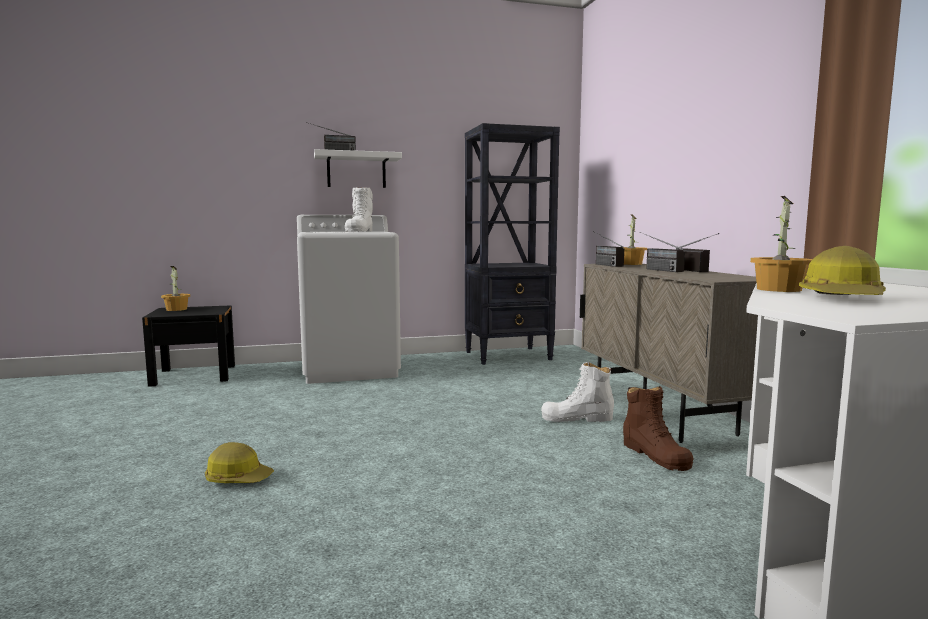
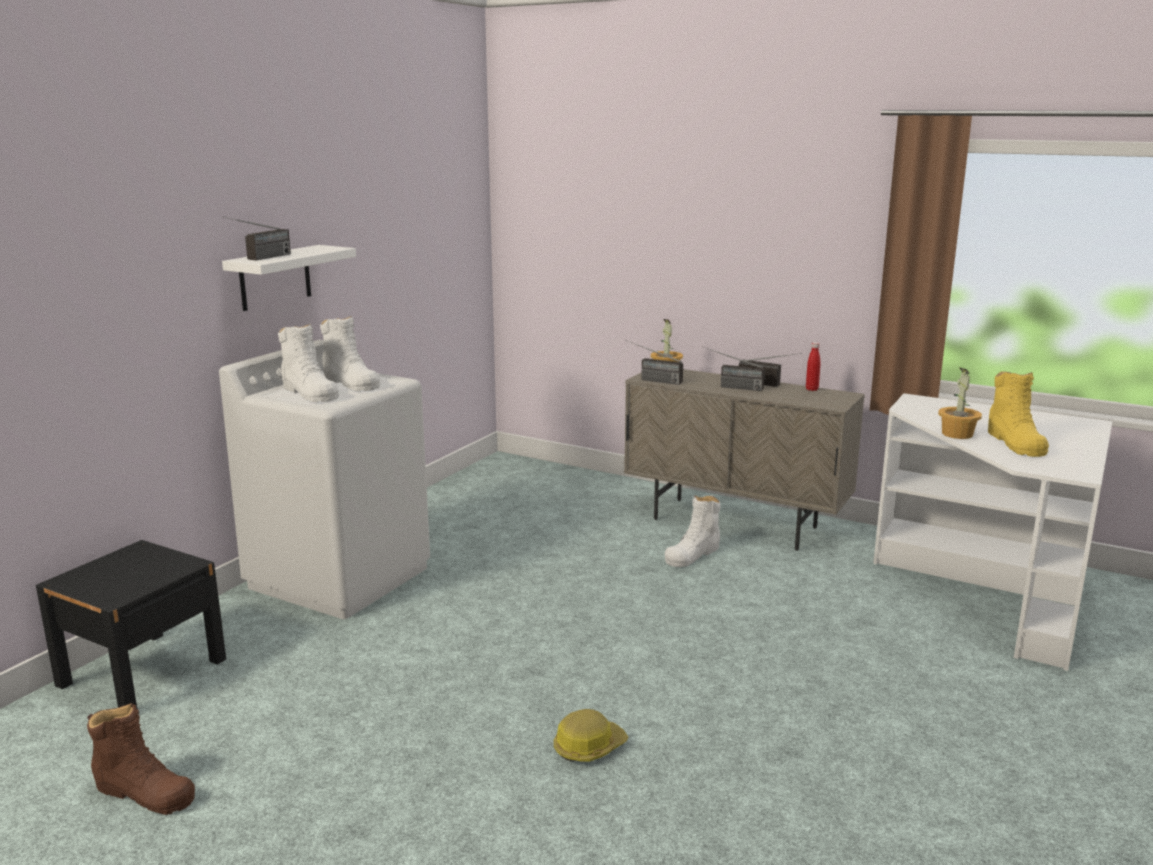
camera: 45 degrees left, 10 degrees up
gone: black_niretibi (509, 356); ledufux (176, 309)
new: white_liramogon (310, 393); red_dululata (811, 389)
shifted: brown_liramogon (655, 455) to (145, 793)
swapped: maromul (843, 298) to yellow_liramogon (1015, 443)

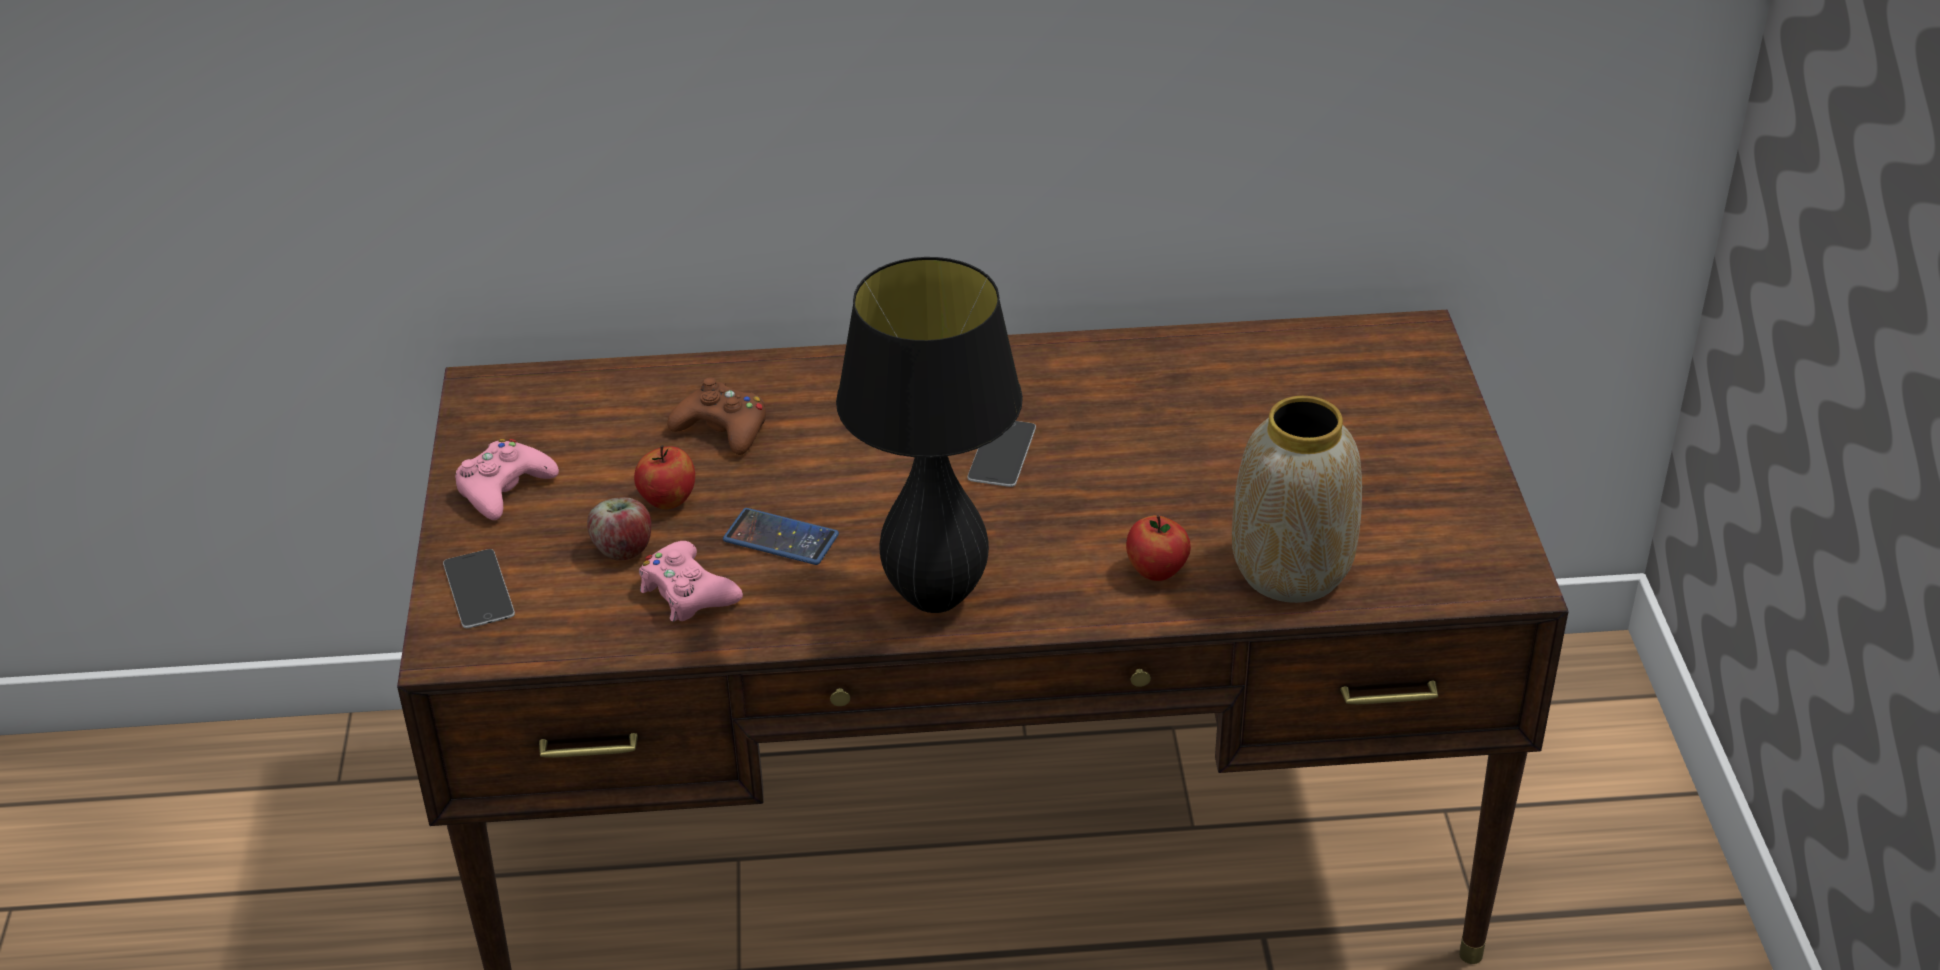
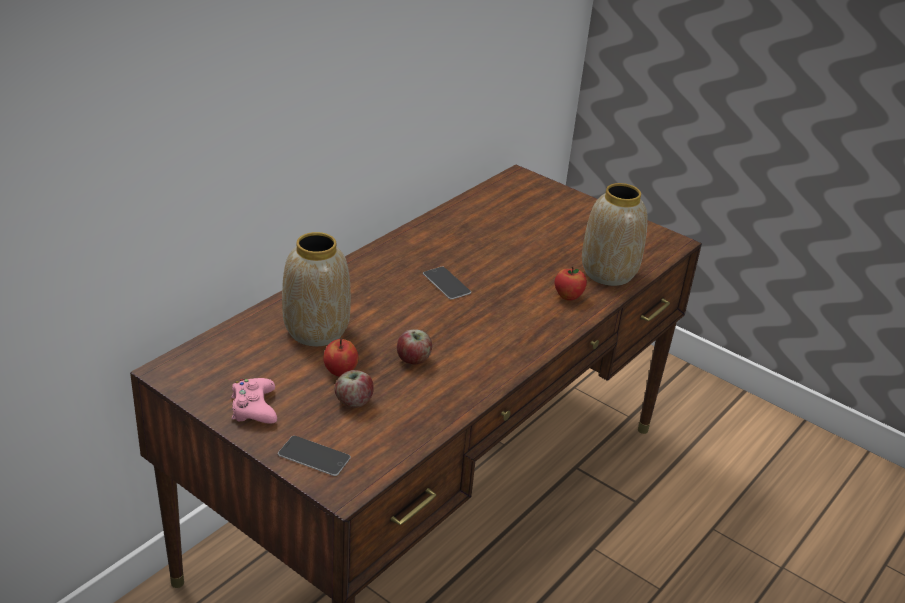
camera: 50 degrees left, 5 degrees down
gone: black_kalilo (935, 597); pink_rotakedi (687, 593)
swapped: brown_rotakedi (723, 429) to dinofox (317, 330); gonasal (781, 538) to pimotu (413, 360)

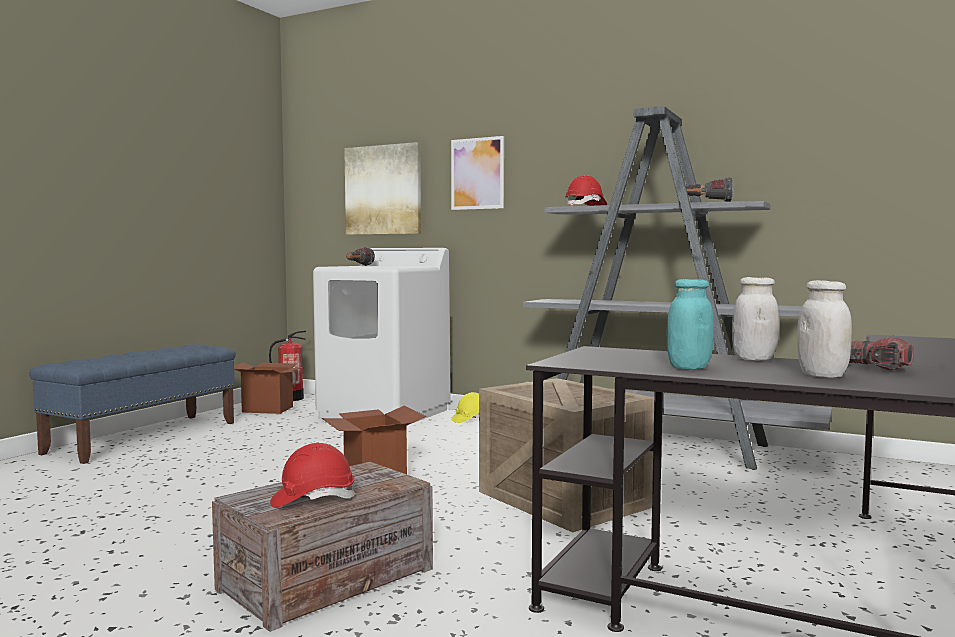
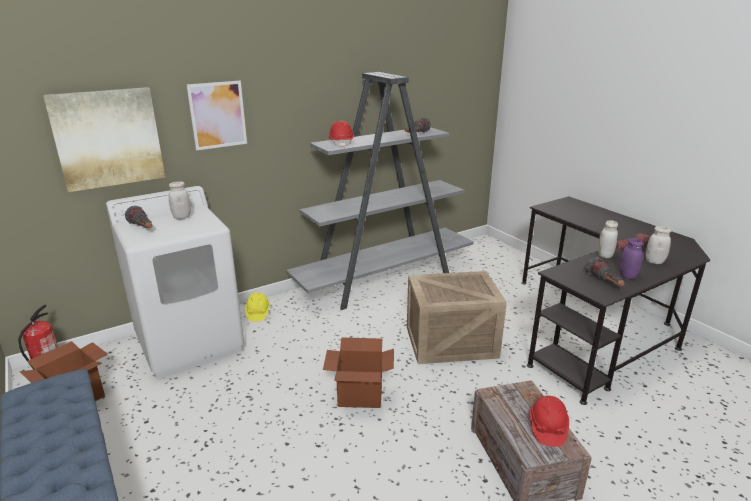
camera: 60 degrees left, 20 degrees up
new: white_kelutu (182, 217); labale (605, 283)
repainted: turquoise_kelutu (689, 367) to purple_kelutu (627, 276)

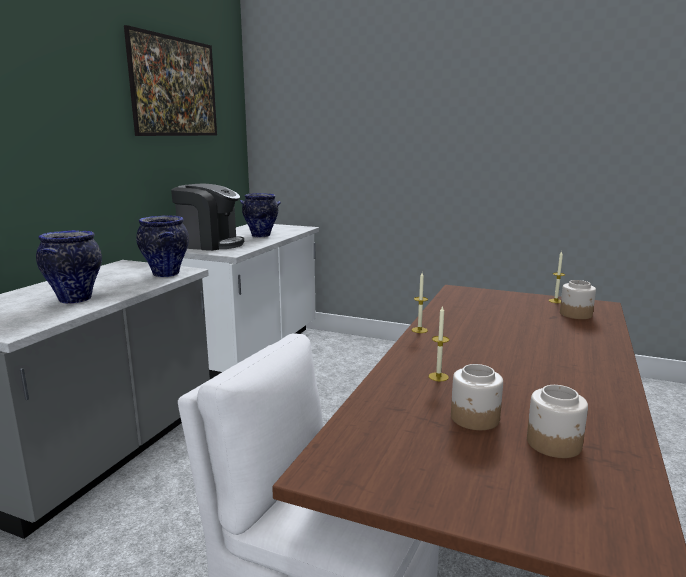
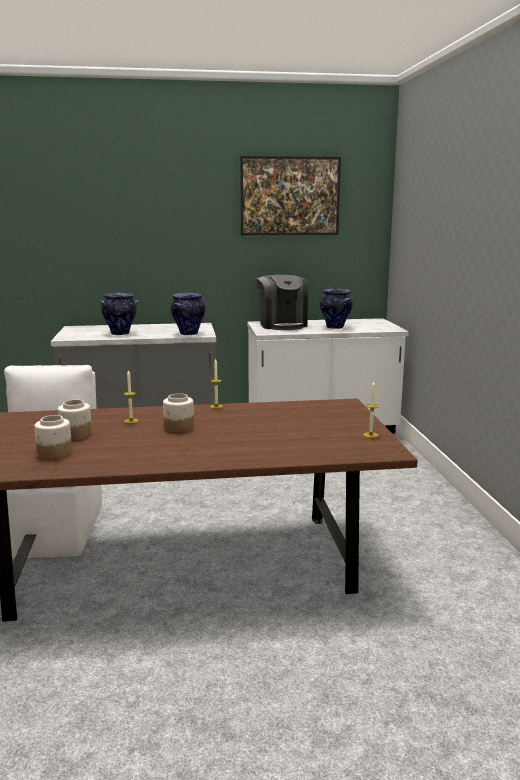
camera: 60 degrees right, 0 degrees up
shifted: kelutu (576, 314) to (179, 427)

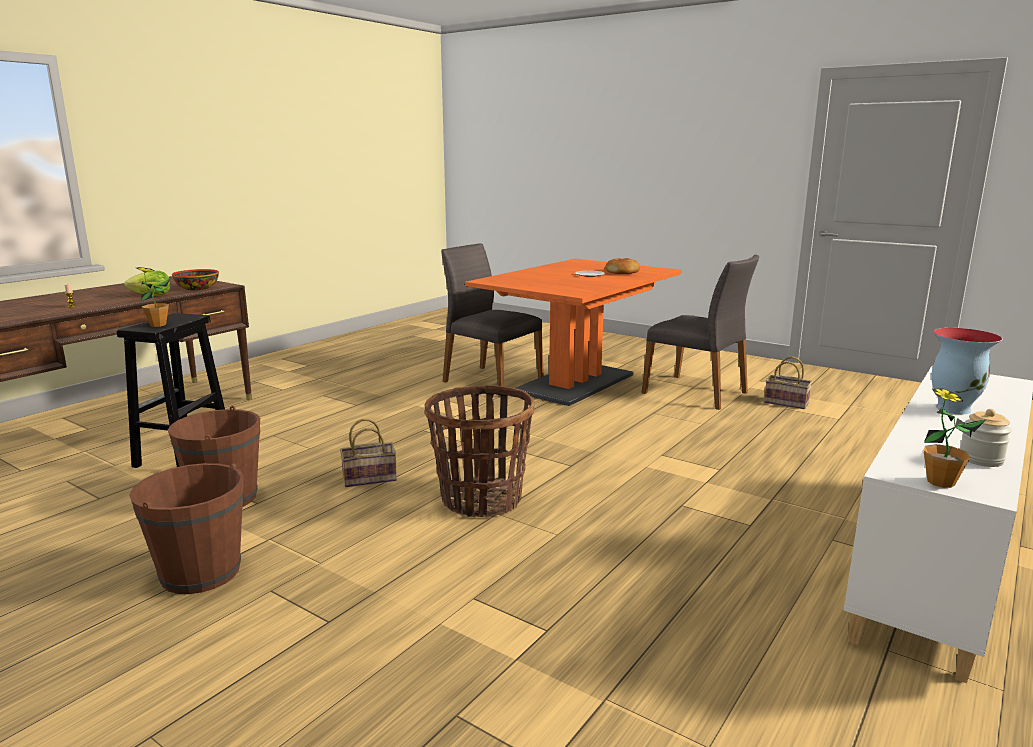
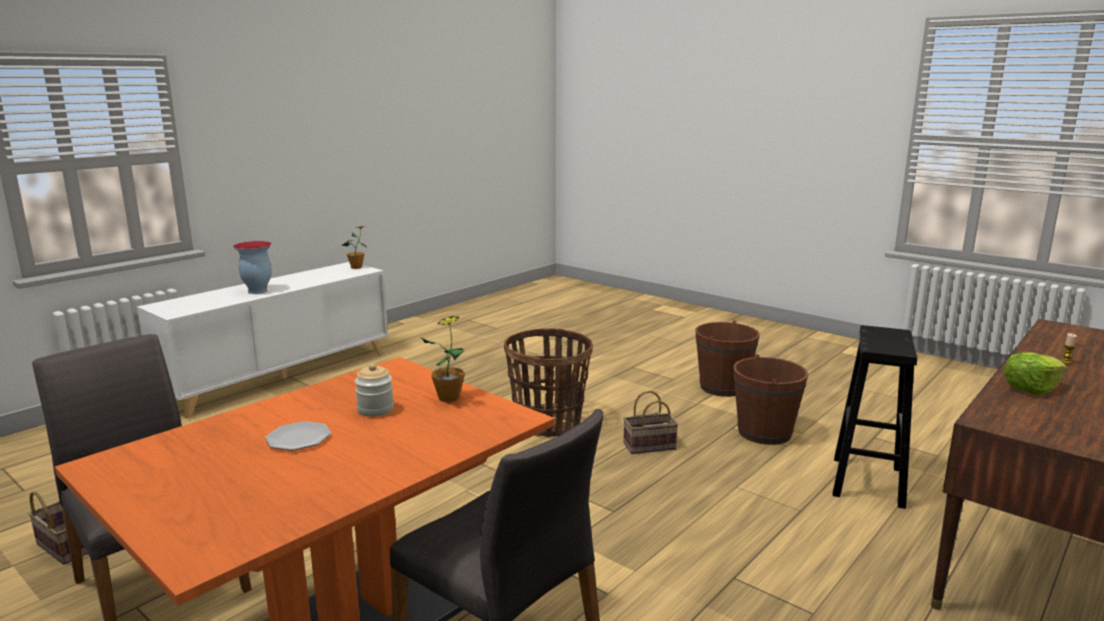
camera: 175 degrees left, 0 degrees up
gone: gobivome (623, 272); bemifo (197, 288)
shifted: ledufux (157, 325) to (449, 398); kelutu (981, 459) to (375, 409)

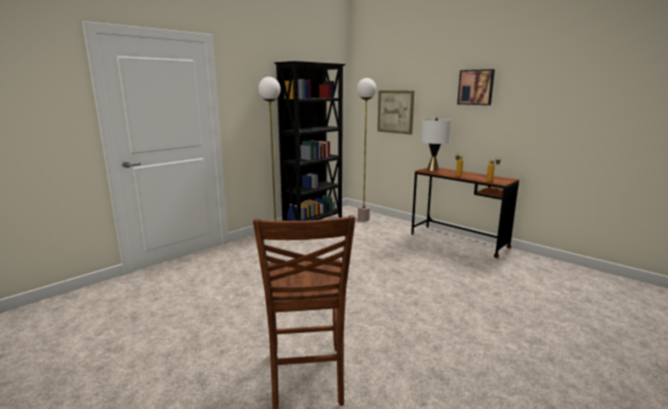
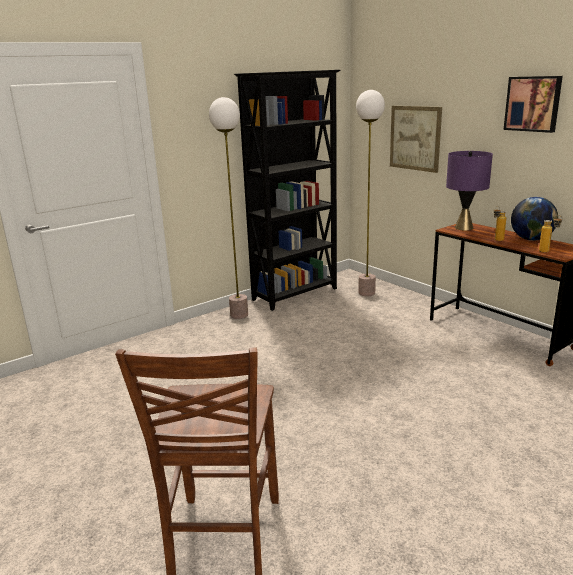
camera: 10 degrees right, 5 degrees up
new: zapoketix (531, 239)
repainted: white_kalilo (433, 169) to purple_kalilo (464, 228)

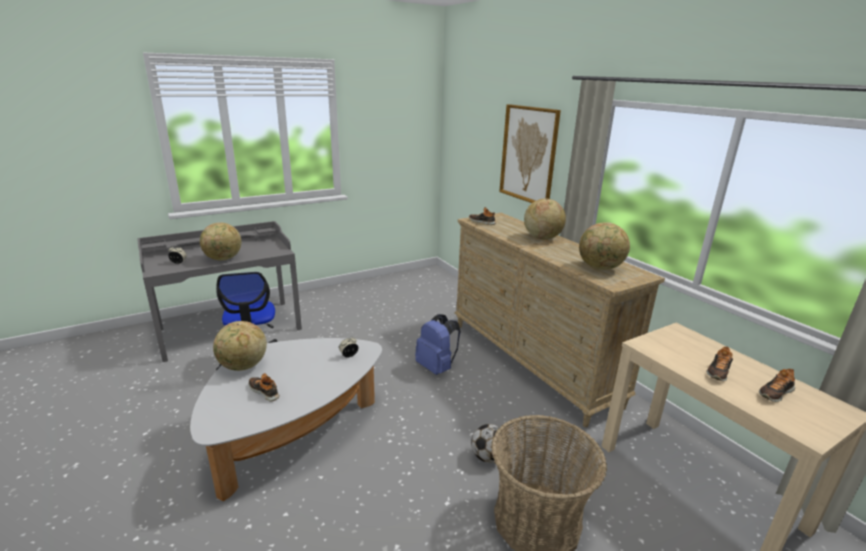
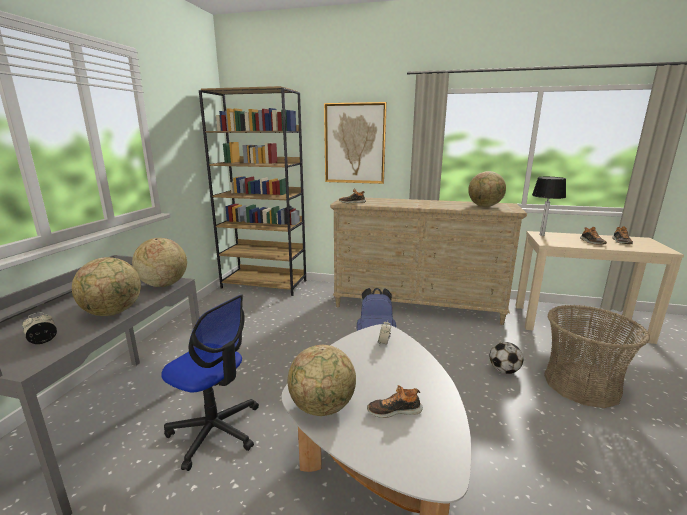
camera: 45 degrees left, 5 degrees down
new: brown_niretibi (265, 284); kalilo (542, 235)
shifted: zapoketix (542, 238) to (163, 285)

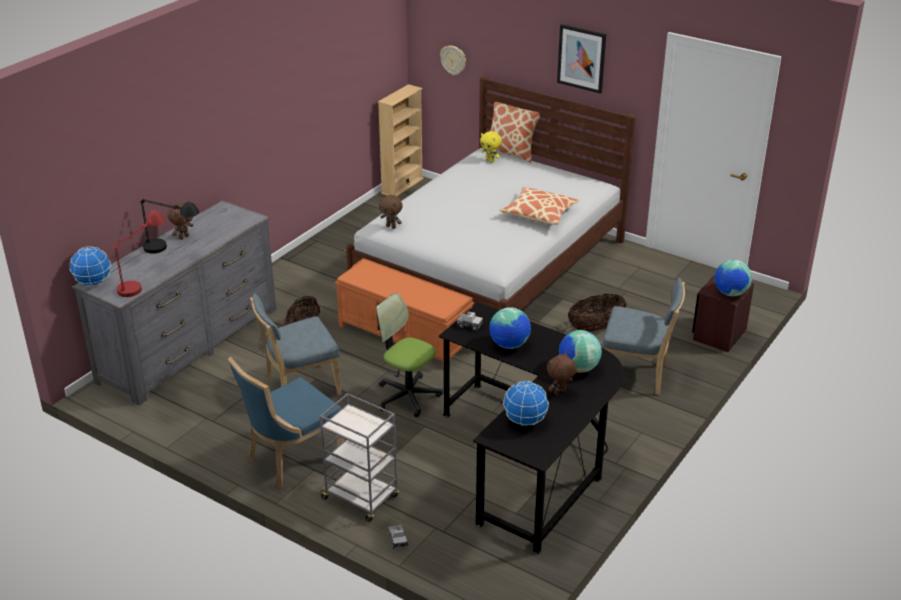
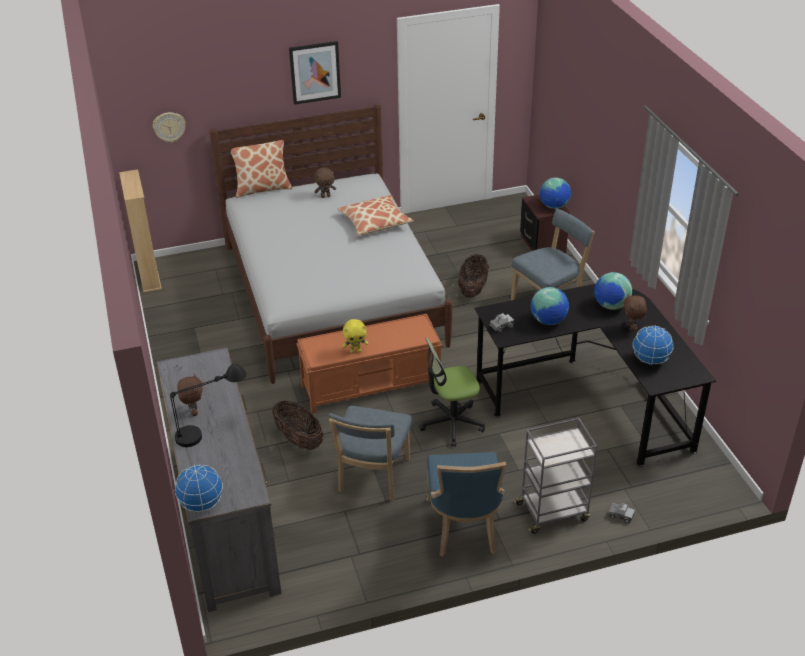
camera: 50 degrees left, 5 degrees up
gone: red_kalilo (143, 280)
shifted: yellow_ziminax (490, 160) to (356, 351); brown_ziminax (391, 226) to (325, 196)

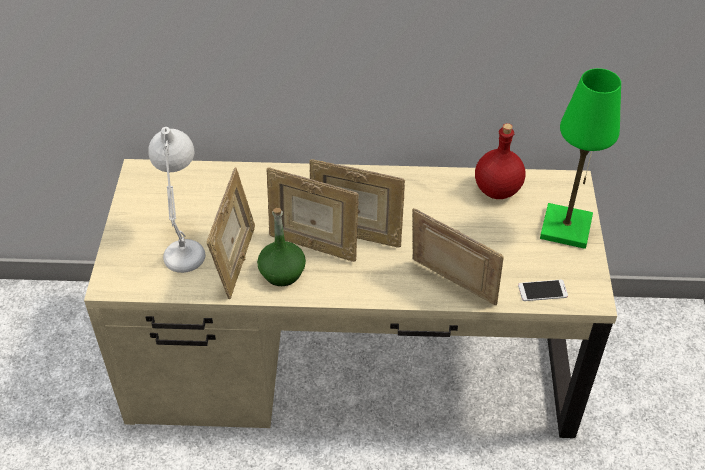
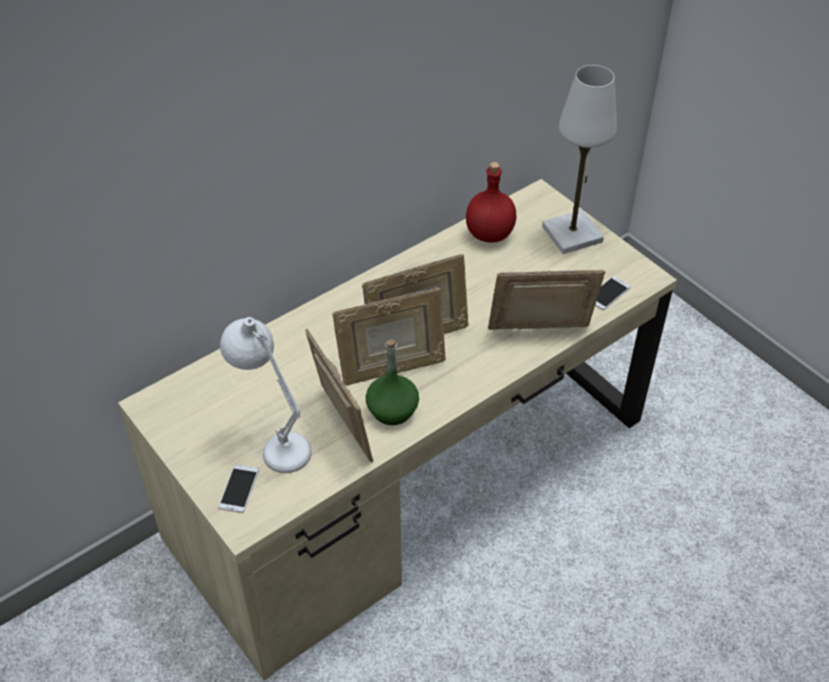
camera: 40 degrees left, 0 degrees up
new: gonasal (239, 488)
repainted: green_kalilo (566, 228) to white_kalilo (572, 234)

